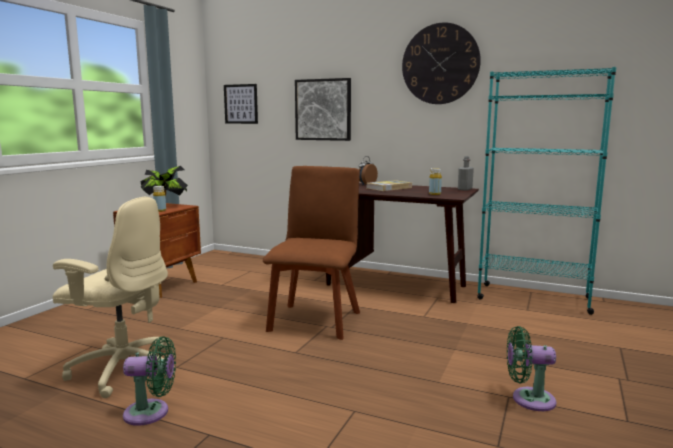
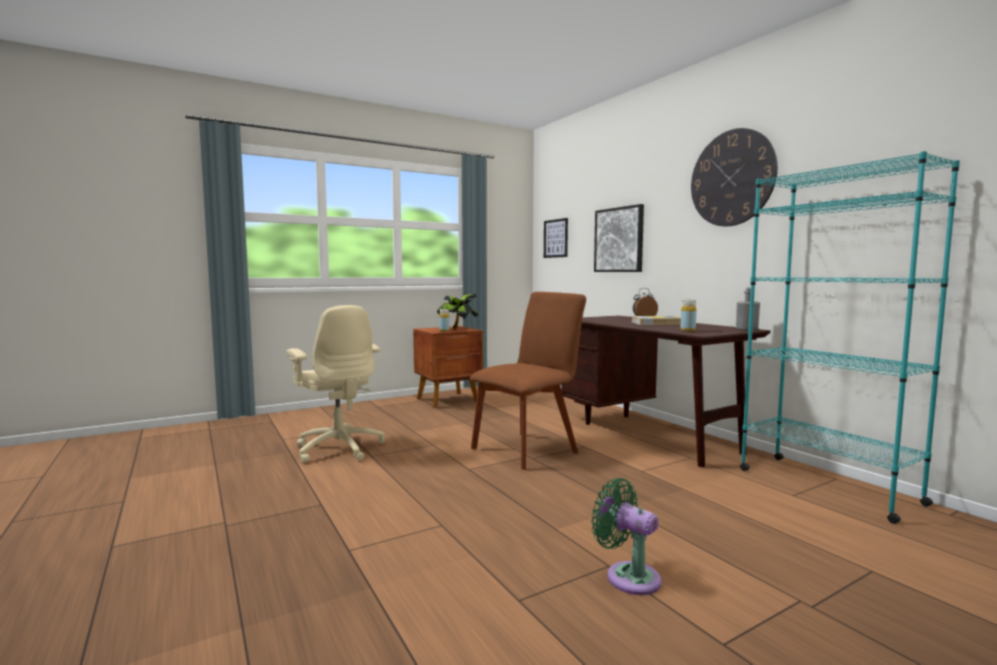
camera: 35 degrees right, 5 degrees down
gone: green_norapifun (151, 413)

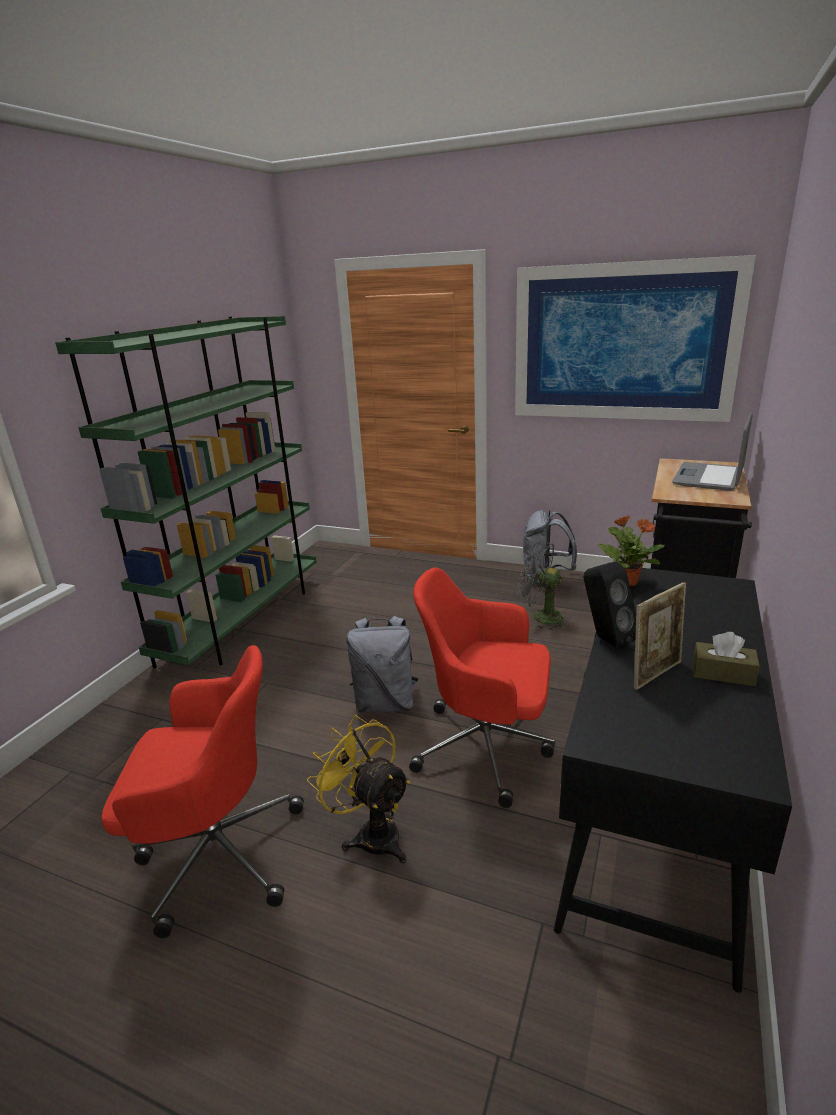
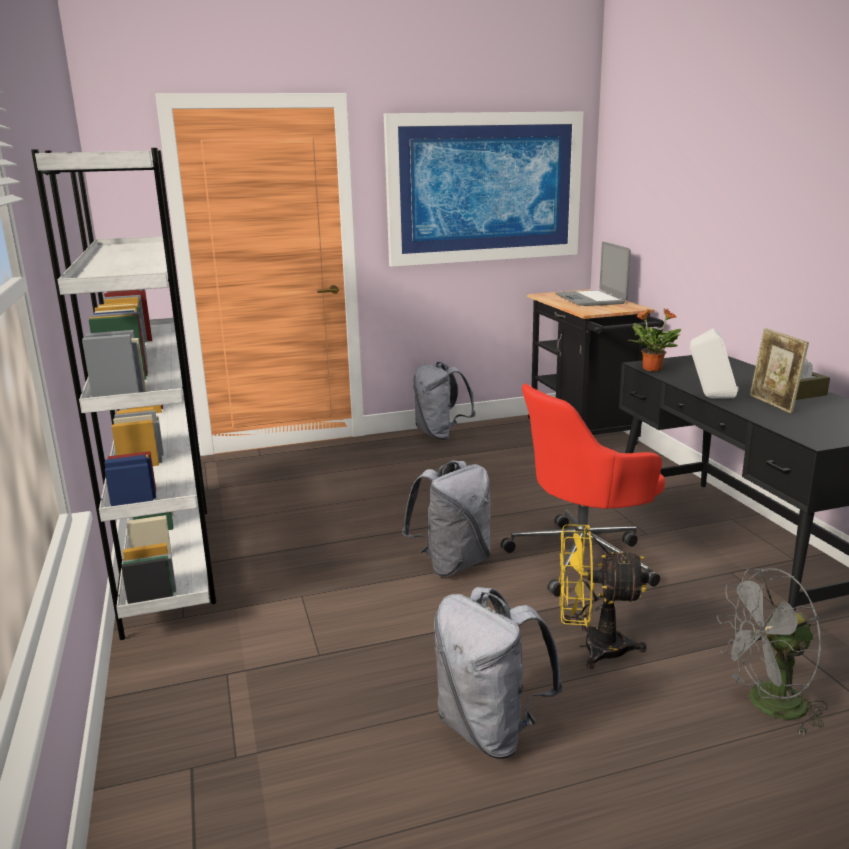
camera: 40 degrees left, 5 degrees down
shifted: grey_norapifun (541, 617) to (767, 706)
swapped: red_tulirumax (216, 853) to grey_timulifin (490, 730)
repainted: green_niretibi (243, 621) to white_niretibi (169, 559); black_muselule (605, 639) to white_muselule (710, 398)
rotated: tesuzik (655, 673) = (773, 404) 150 degrees clockwise

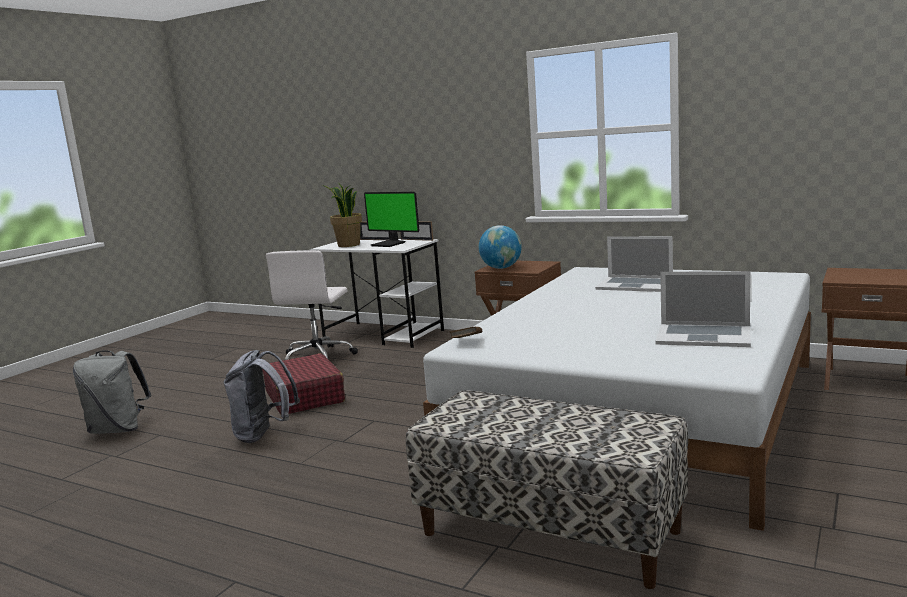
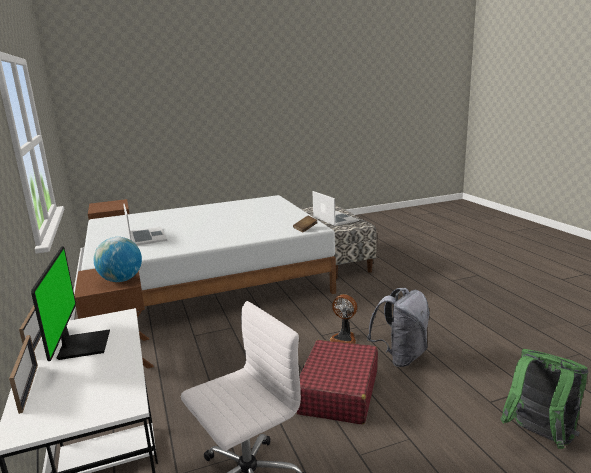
camera: 140 degrees left, 5 degrees up
gone: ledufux (348, 245)
new: norapifun (344, 338)
shifted: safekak (703, 336) to (335, 219)
repainted: grey_timulifin (119, 429) to green_timulifin (539, 436)

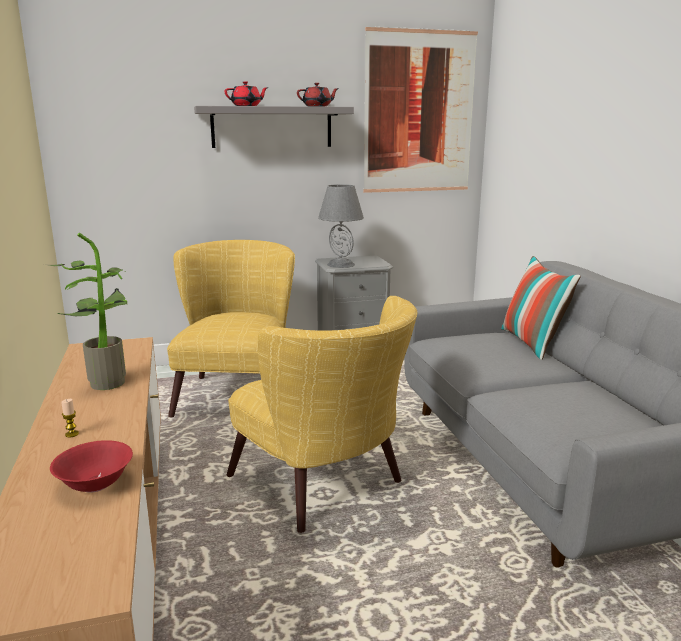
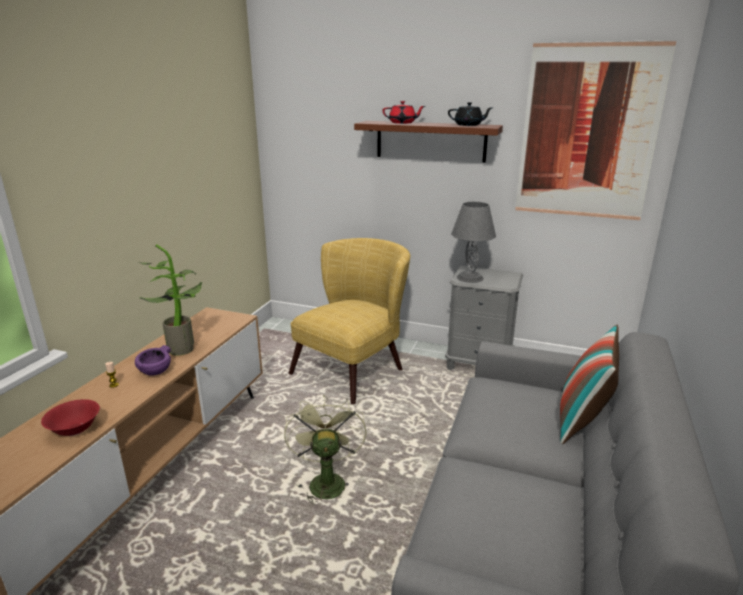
camera: 35 degrees right, 5 degrees up
new: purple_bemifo (155, 371)
swapped: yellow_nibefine (325, 487) to green_norapifun (325, 480)
repainted: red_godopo (317, 106) to black_godopo (468, 125); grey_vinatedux (272, 127) to brown_vinatedux (430, 141)

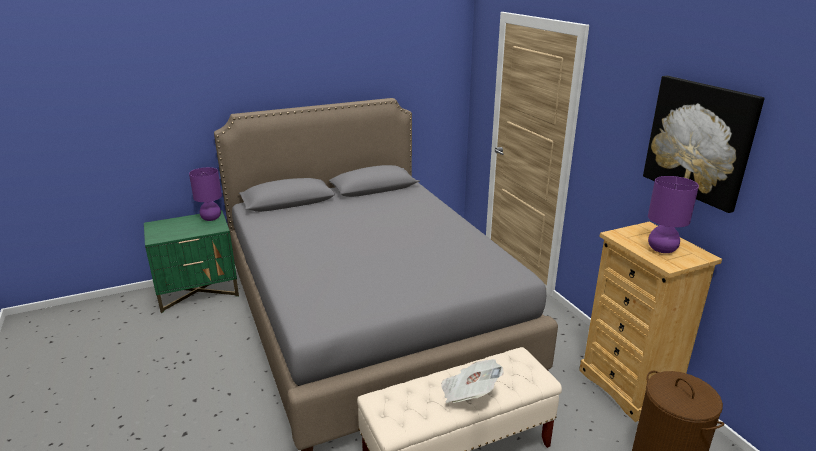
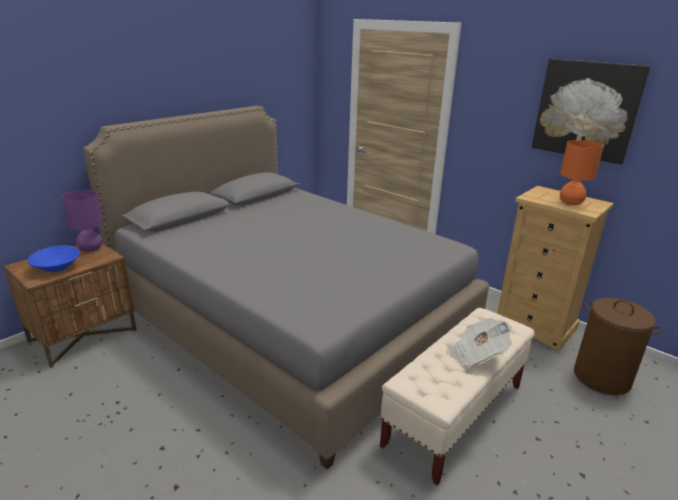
camera: 25 degrees left, 0 degrees up
new: blue_bemifo (57, 267)
repainted: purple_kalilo (661, 249) to orange_kalilo (570, 202); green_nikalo (199, 292) to brown_nikalo (84, 336)

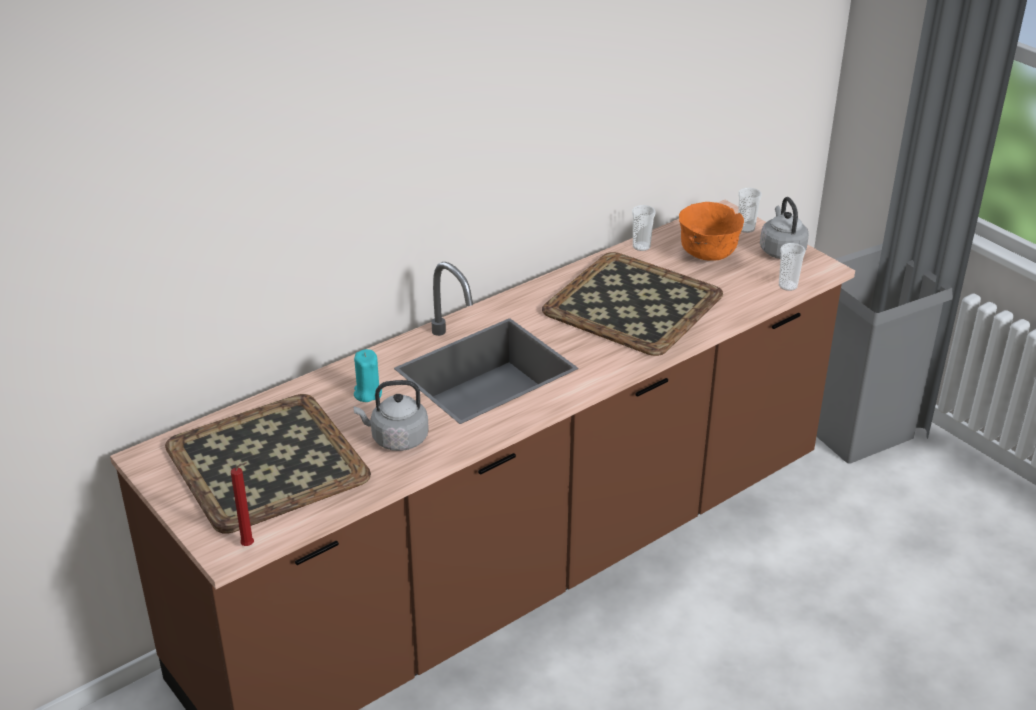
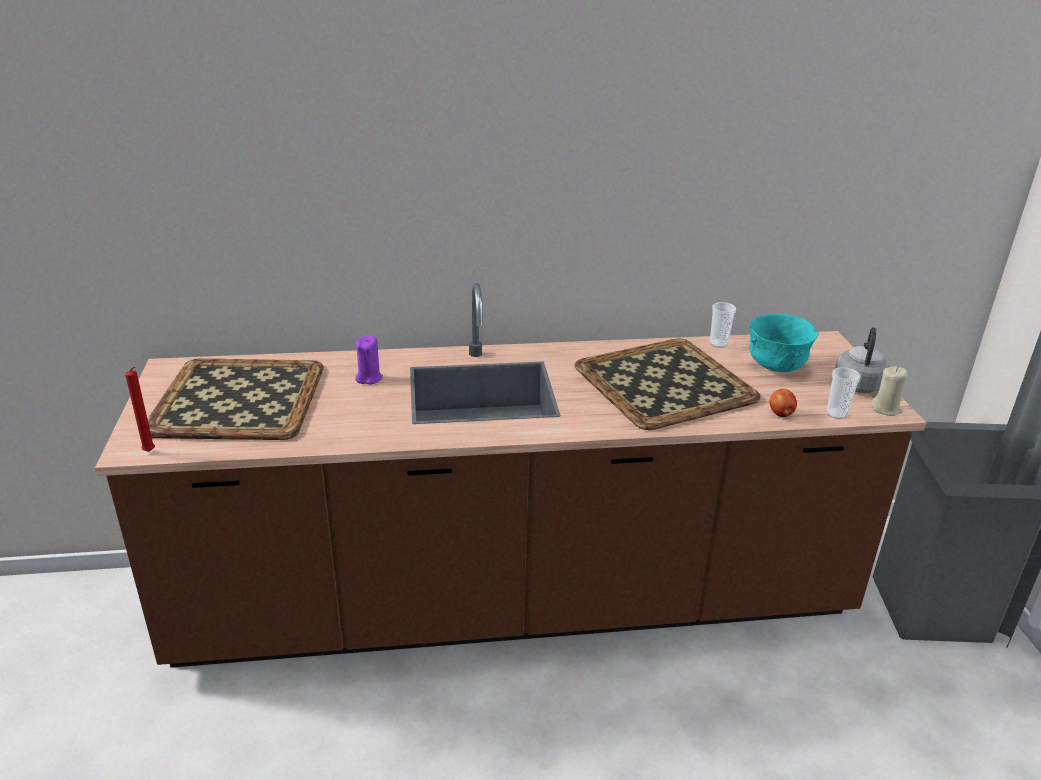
camera: 30 degrees right, 5 degrees down
gone: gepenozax (746, 228); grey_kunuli (396, 439)
new: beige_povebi (886, 409); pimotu (781, 414)
repainted: orange_bemifo (707, 256) to turquoise_bemifo (776, 367); turquoise_povebi (367, 393) to purple_povebi (368, 378)

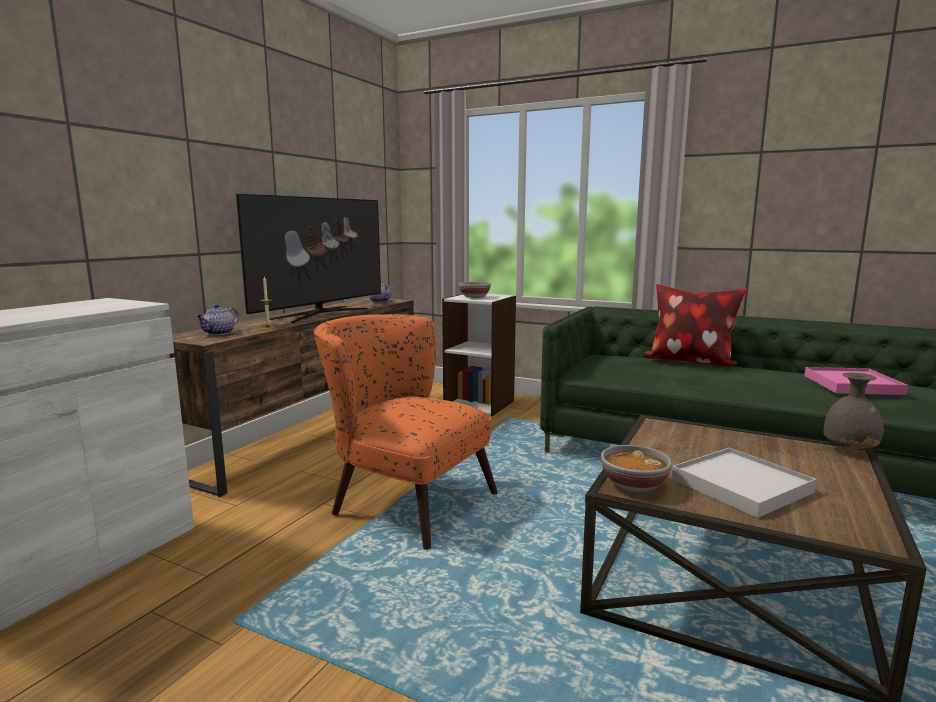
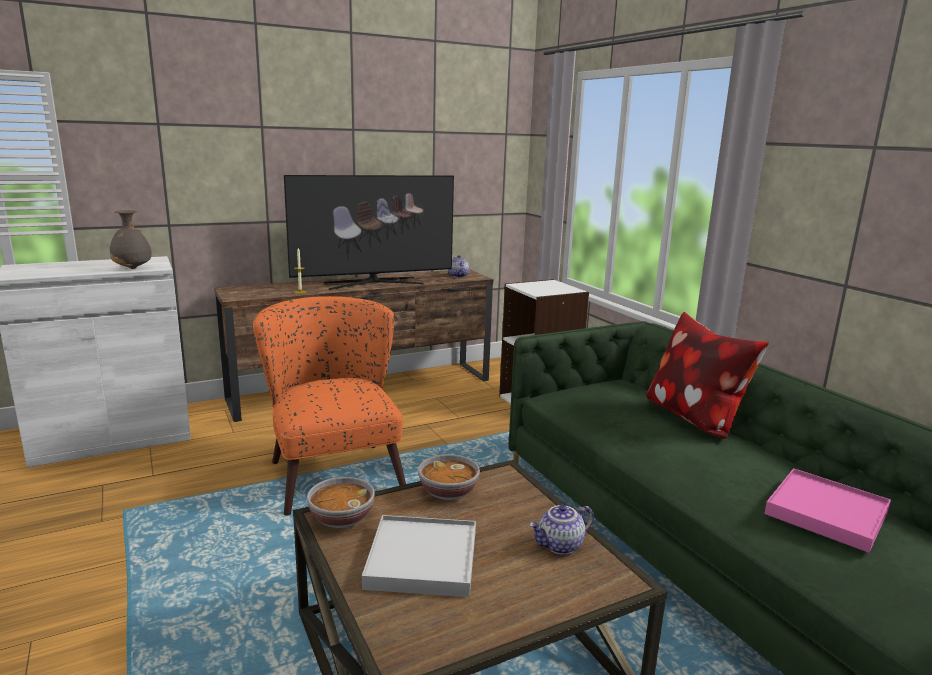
camera: 35 degrees right, 5 degrees up
shifted: bemifo (474, 297) to (448, 492); godopo (219, 333) to (560, 546); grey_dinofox (850, 450) to (133, 268)

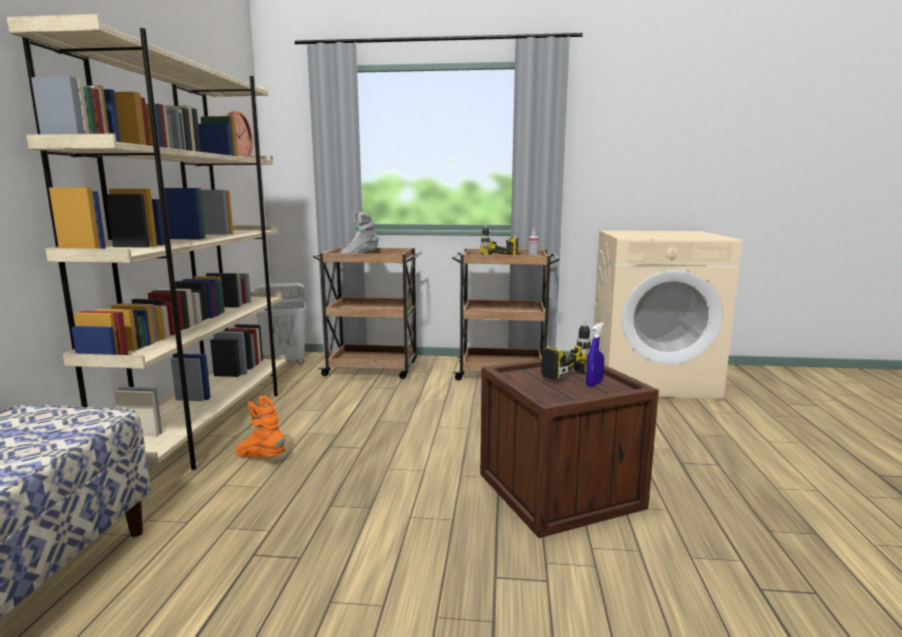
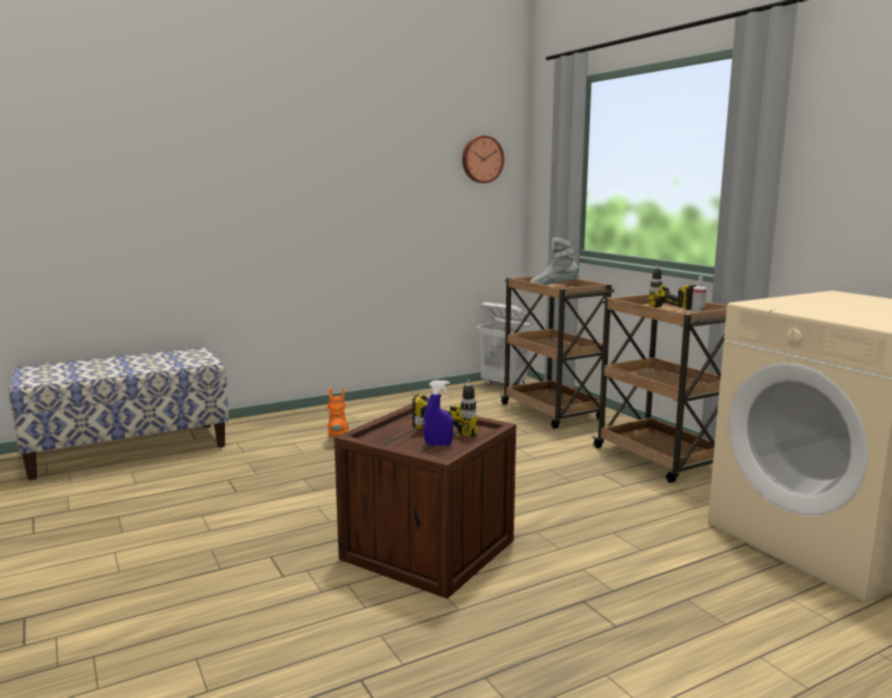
camera: 55 degrees right, 0 degrees up
gone: beige_niretibi (208, 425)

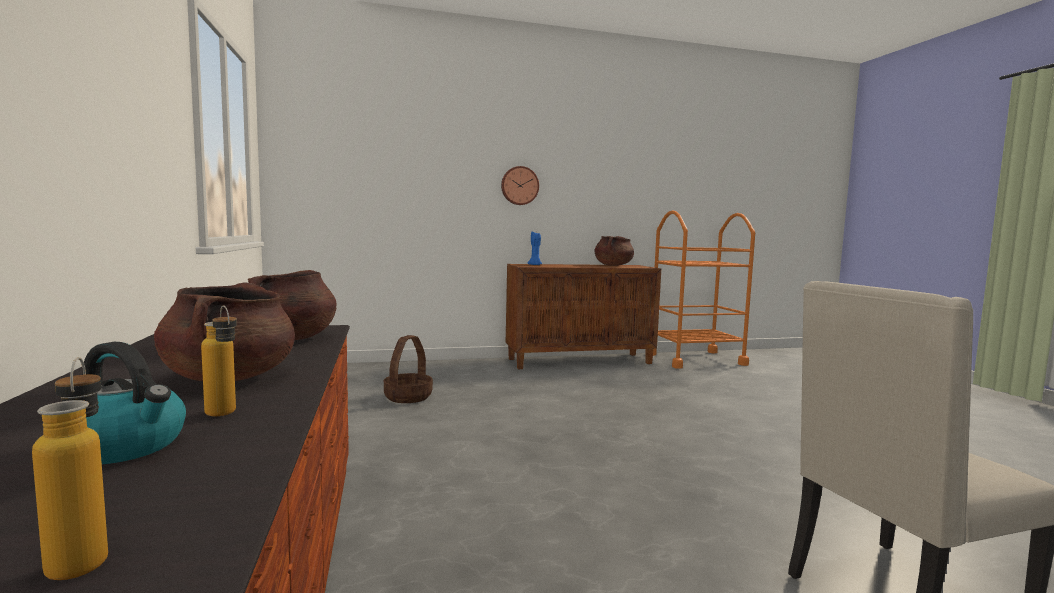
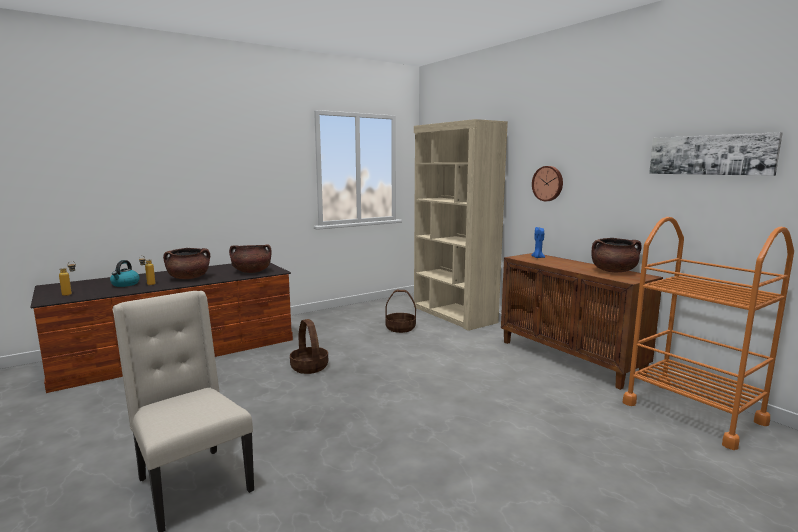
camera: 70 degrees right, 5 degrees up
new: beige_niretibi (453, 315); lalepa (710, 155); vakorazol (309, 367)

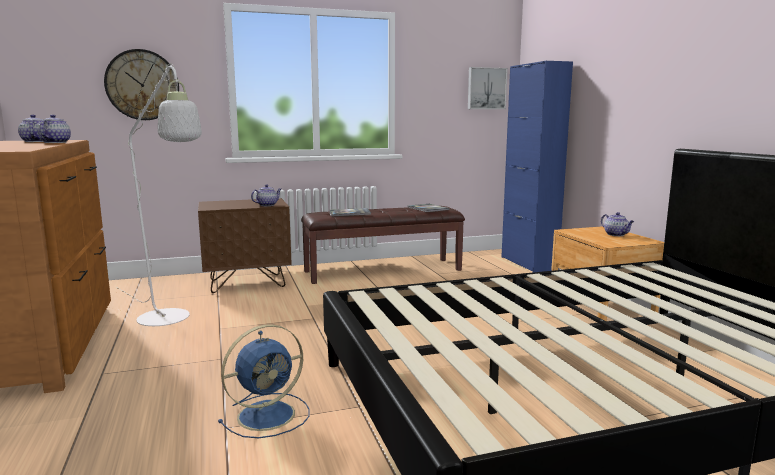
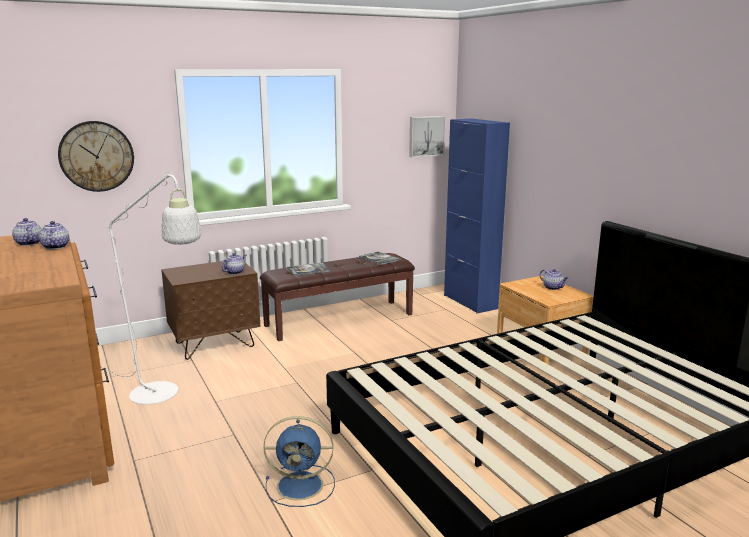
camera: 10 degrees left, 5 degrees up
rotated: blue_norapifun (269, 414) = (302, 485) 45 degrees clockwise

